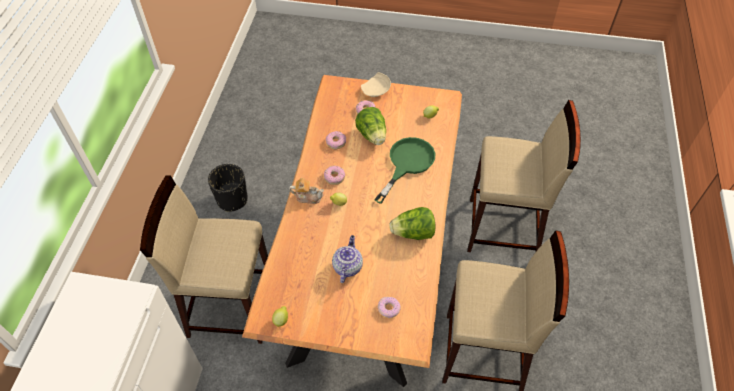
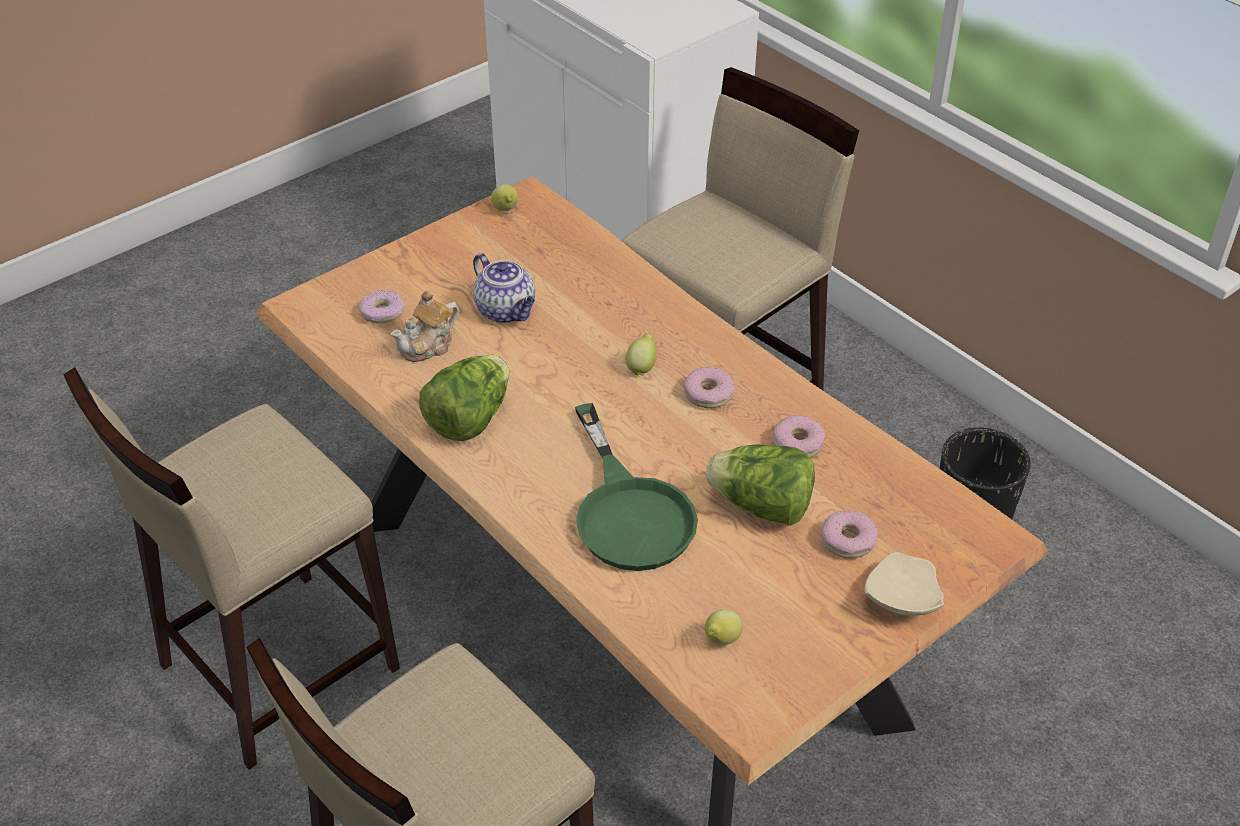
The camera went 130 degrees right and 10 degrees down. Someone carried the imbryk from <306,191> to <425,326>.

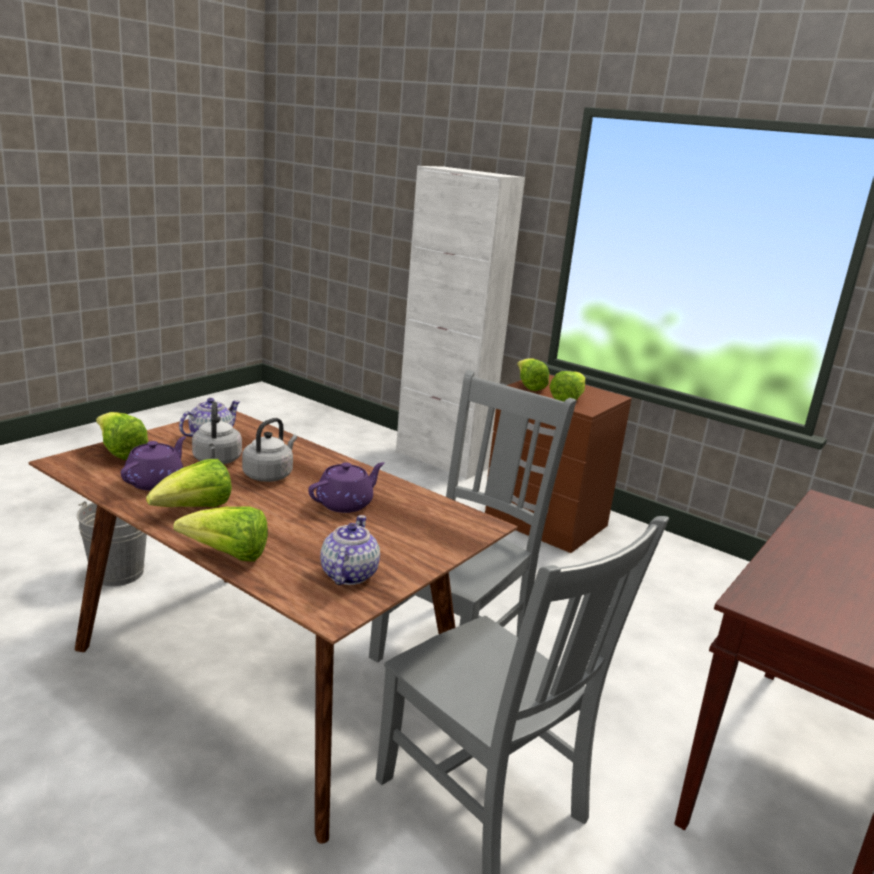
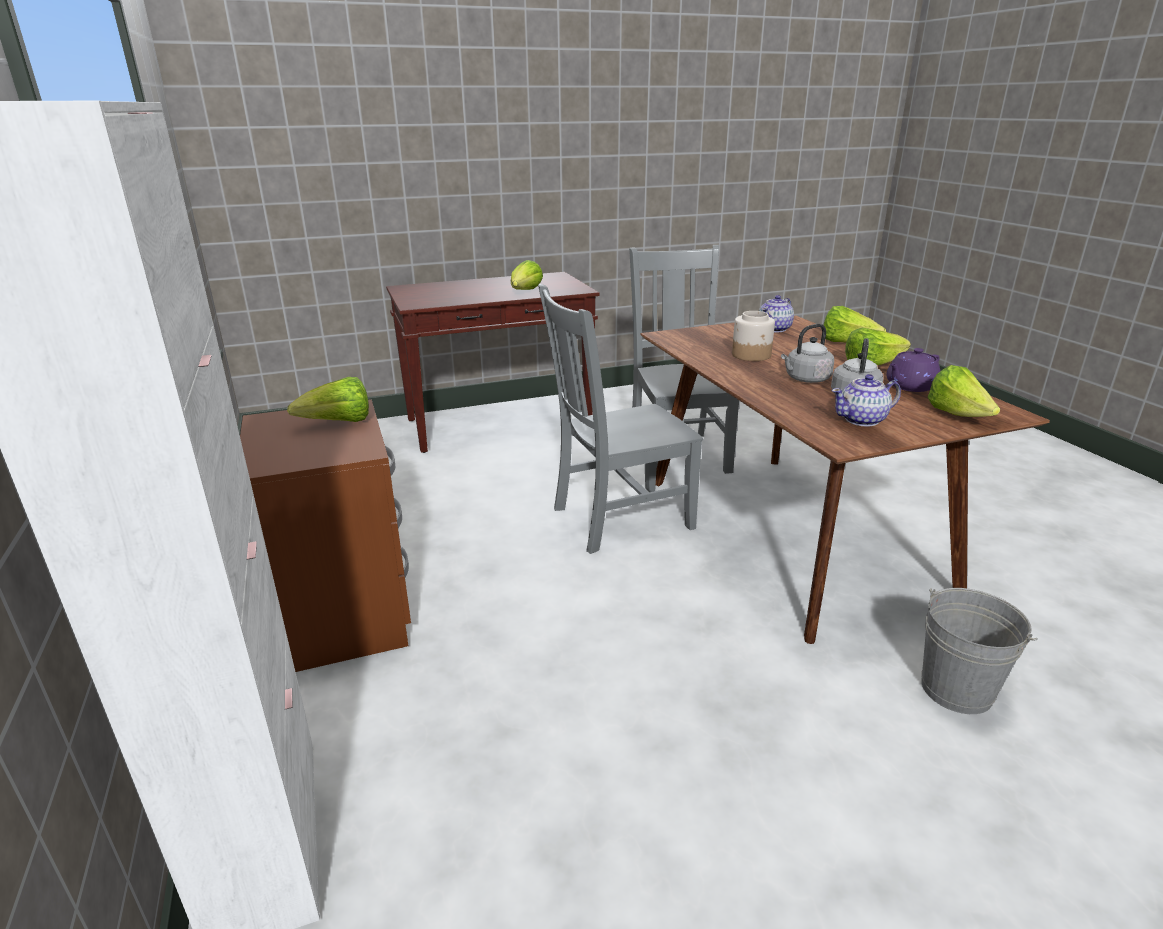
The camera went 145 degrees left and 5 degrees up. Someone carried the sałata from <533,374> to <527,275>. Someone swapped the imbryk (fioletowy) at <346,487> for the słoik at <753,336>.

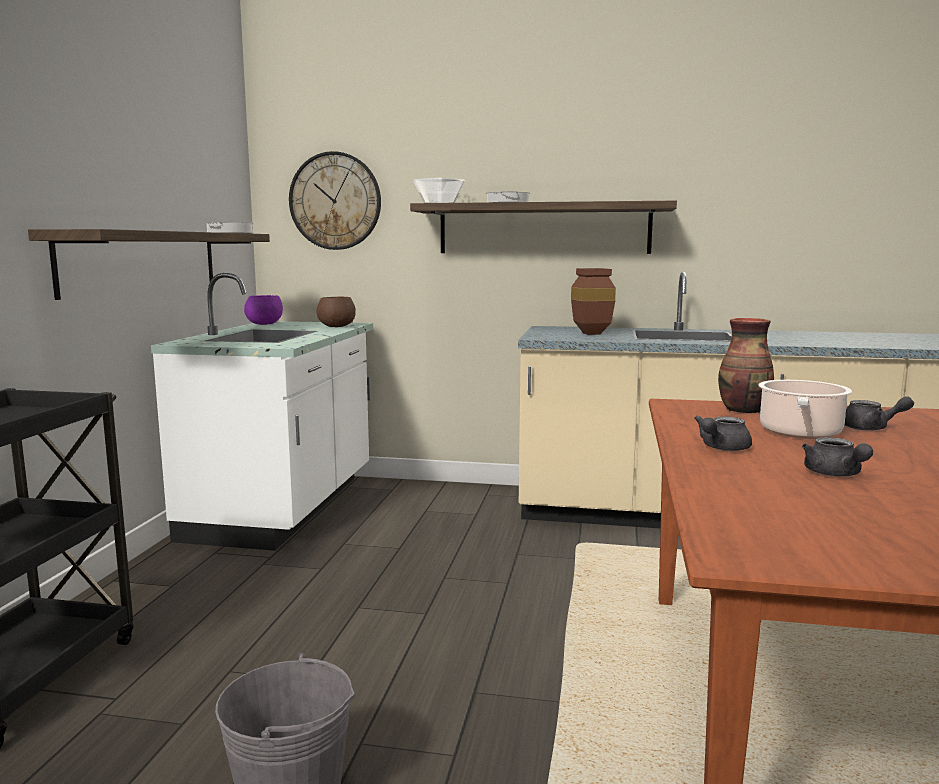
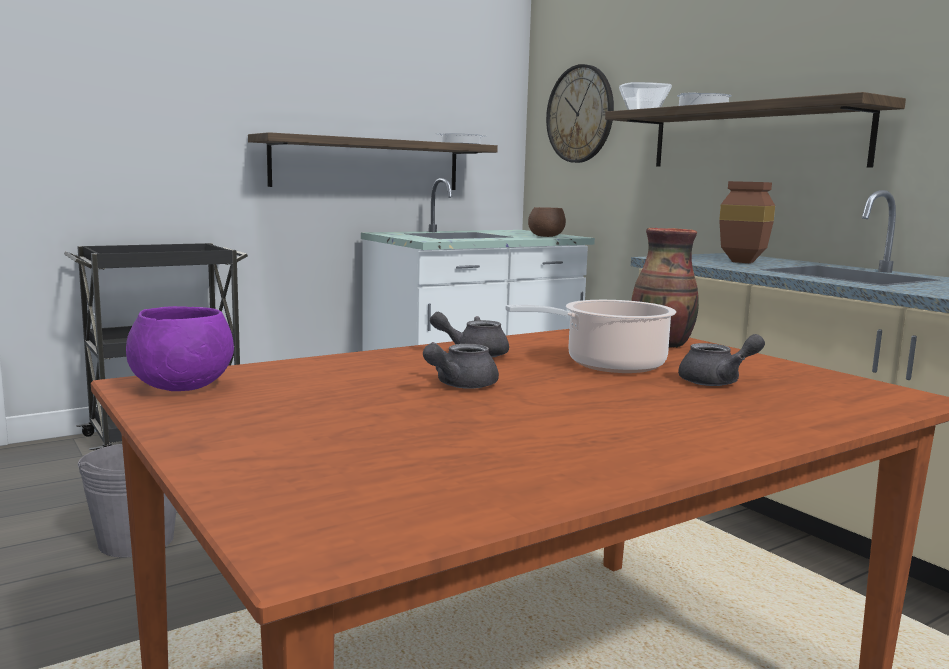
The camera went 45 degrees right and 0 degrees up. Someone carried the miska (fioletowy) from <263,310> to <180,348>. Someone rotated the imbryk (szary) at <879,413> by 75 degrees counterclockwise.

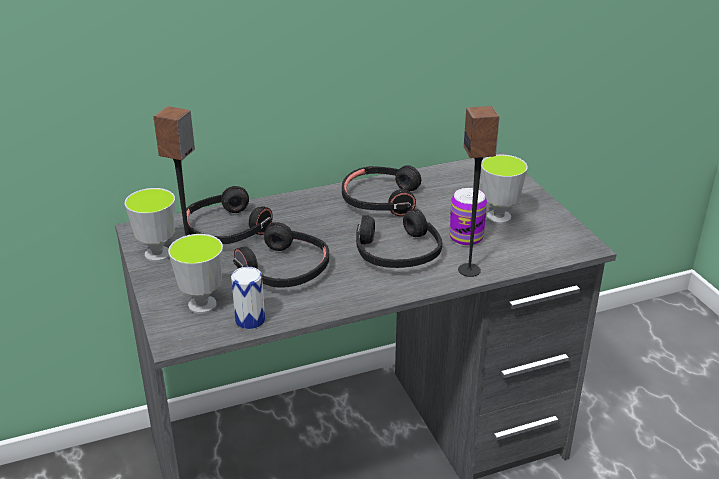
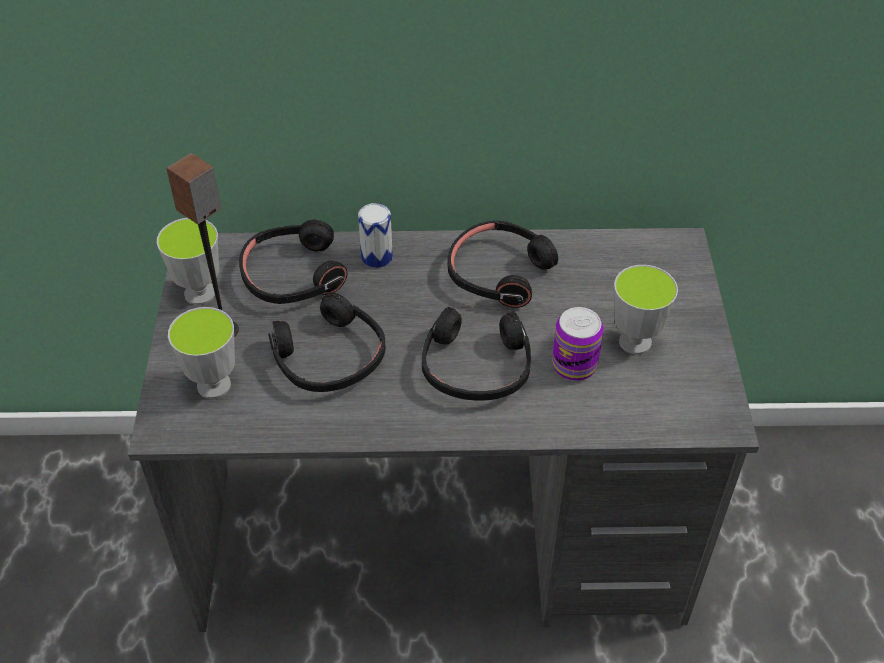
The camera went 20 degrees right and 15 degrees up. Someone took away the głośnik at <479,191>. Someone carried the puszka from <248,298> to <375,235>.

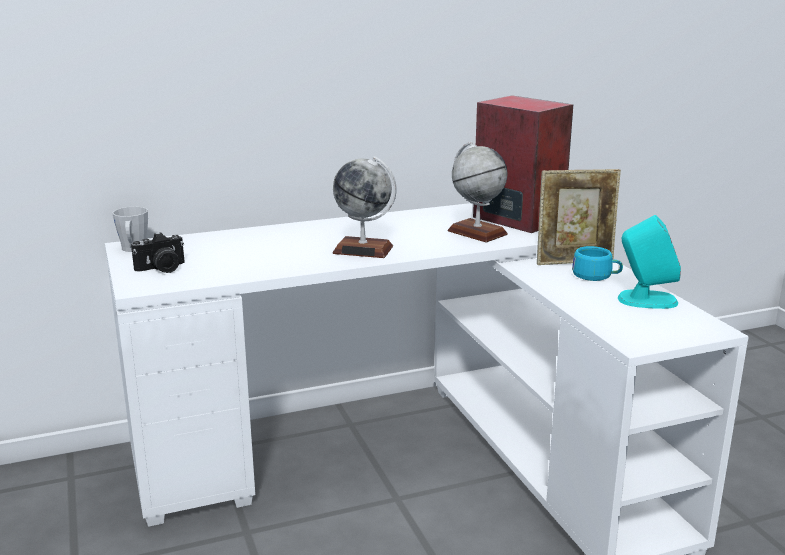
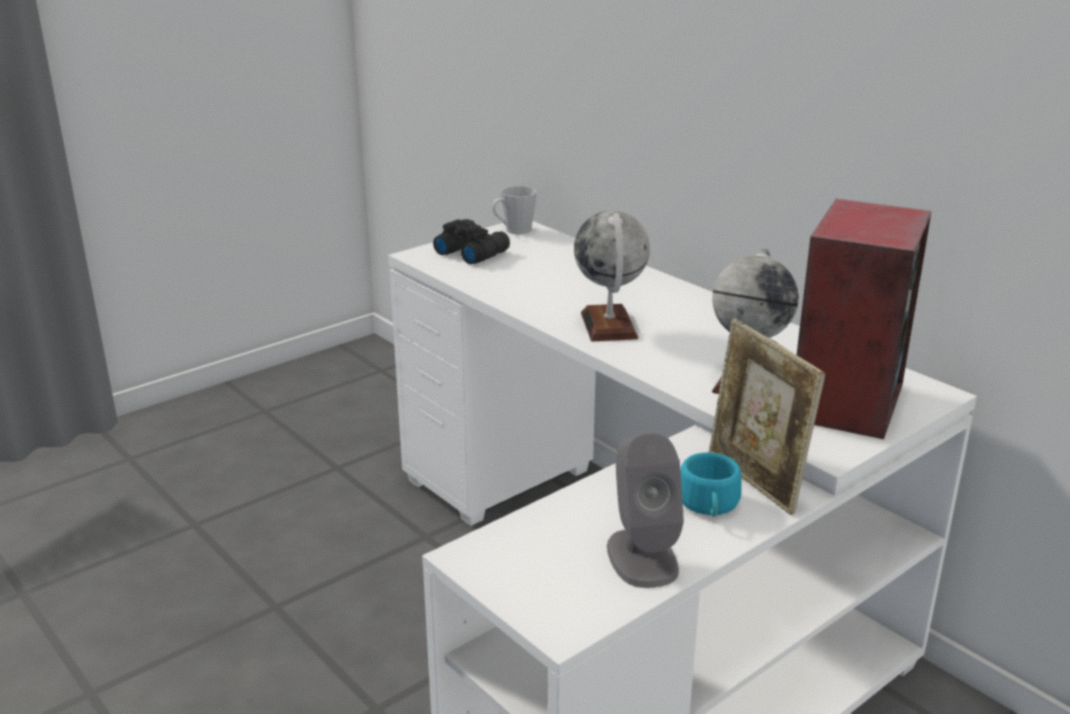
The camera went 70 degrees right and 5 degrees up. Someone swapped the aparat fotograficzny at <157,252> for the lornetka (czarny) at <471,241>. Someone repainted the głośnik (turkusowy) at <649,262>, which became the głośnik (szary) at <645,510>.

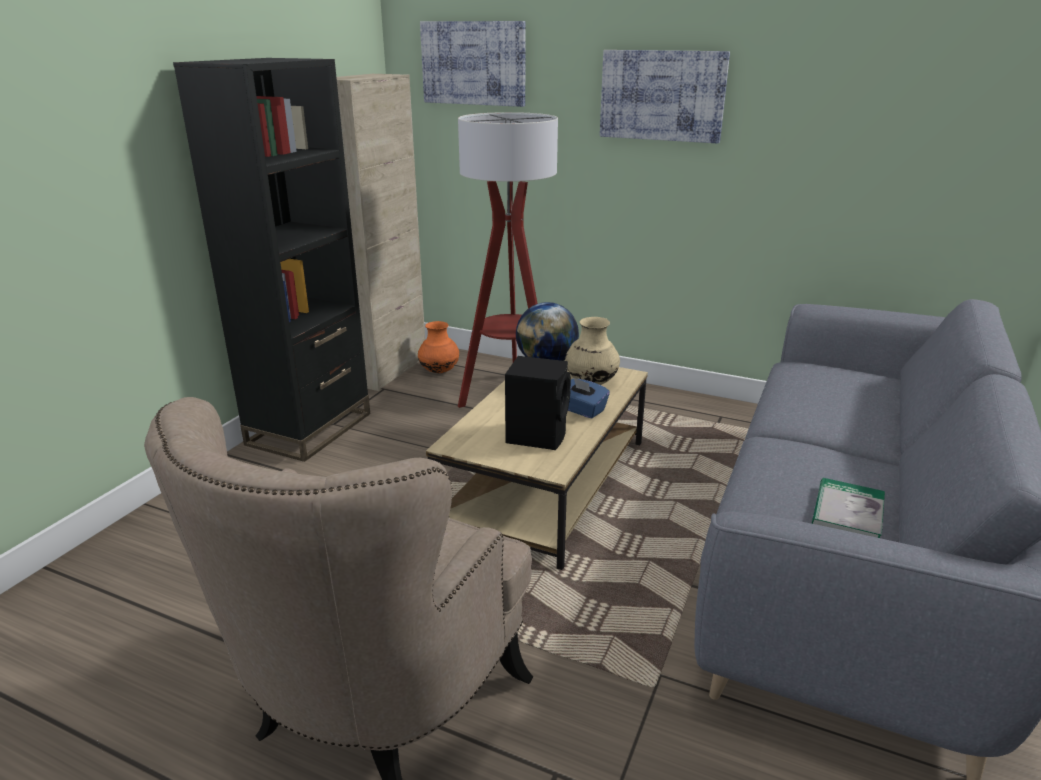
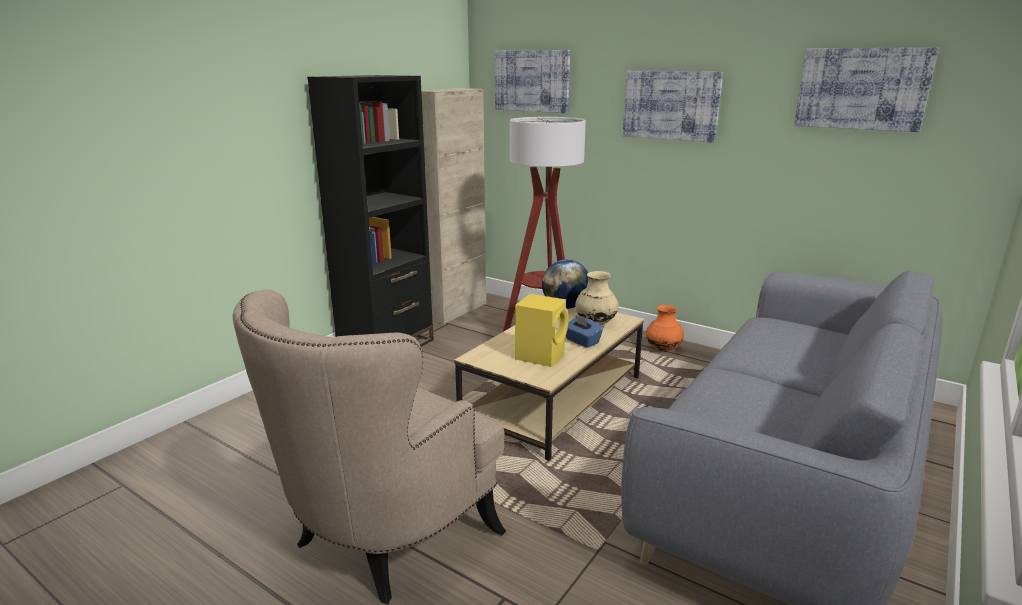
The camera went 10 degrees right and 5 degrees down. Someone took away the książka at <848,508>. Someone put up the obraz at <866,89>. Someone carried the wazon (pomarańczowy) from <438,347> to <665,328>. Someone repainted the głośnik (czarny) at <538,403>, which became the głośnik (żółty) at <541,330>.

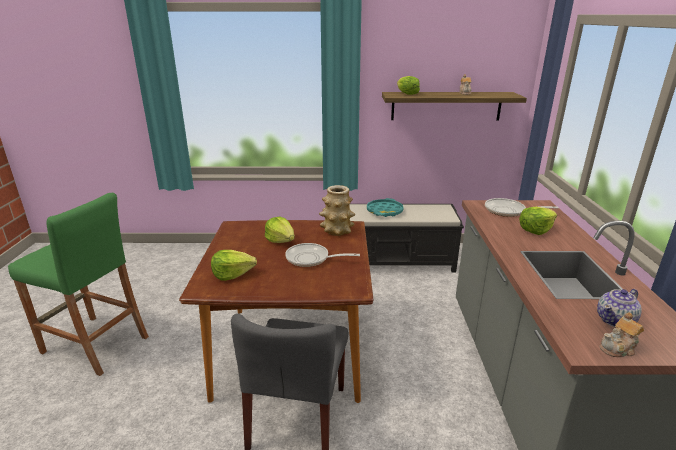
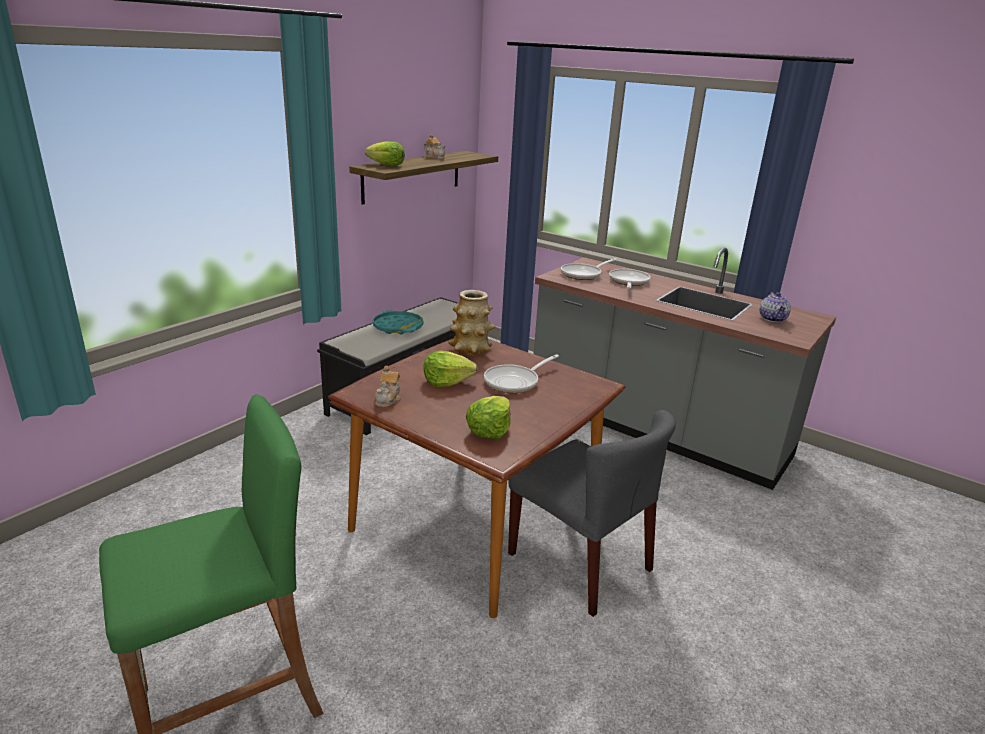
The camera went 55 degrees left and 0 degrees up. Someone carried the imbryk from <621,334> to <388,386>. Someone swapped the sałata at <538,221> for the patelnia at <630,278>.

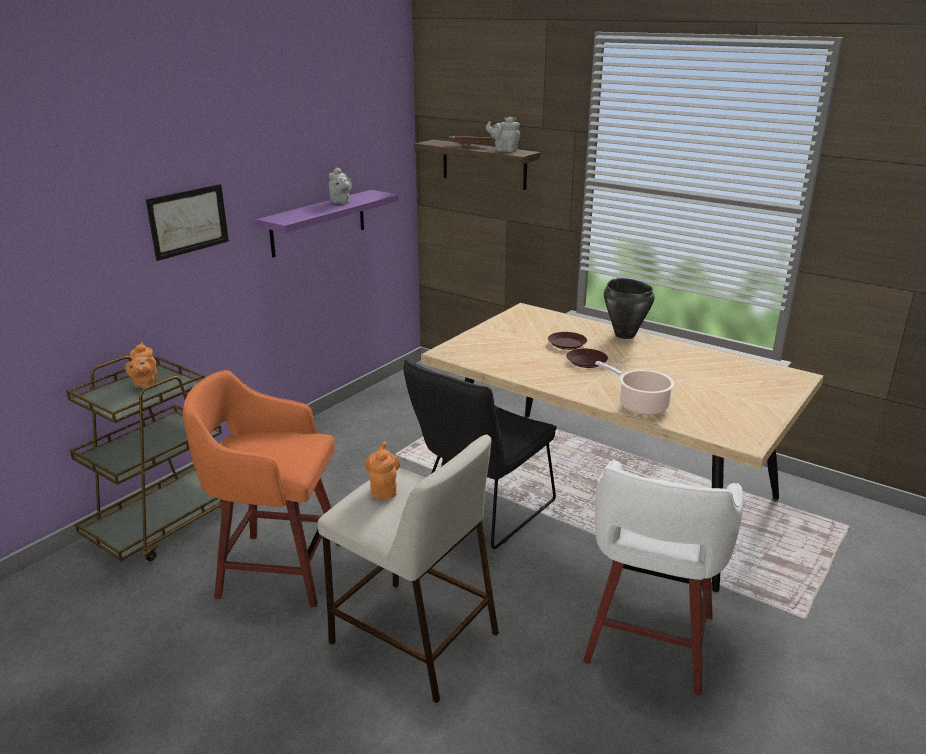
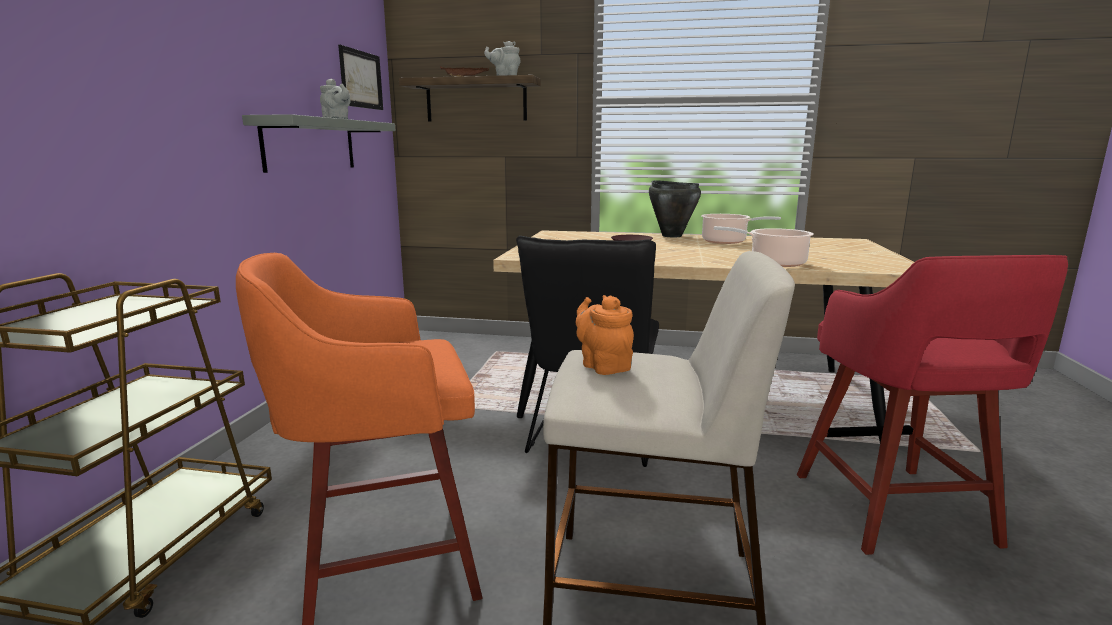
The camera went 25 degrees left and 10 degrees down. Someone took away the imbryk (pomarańczowy) at <141,365>. Someone took away the talerz (brązowy) at <587,358>. Someone put down the garnek at <741,229>. Someone carried the obraz from <187,222> to <360,77>. Someone repainted the półka (fioletowy) at <327,223>, which became the półka (szary) at <318,143>. Someone repainted the stołek (biały) at <663,577>, which became the stołek (czerwony) at <932,405>.

